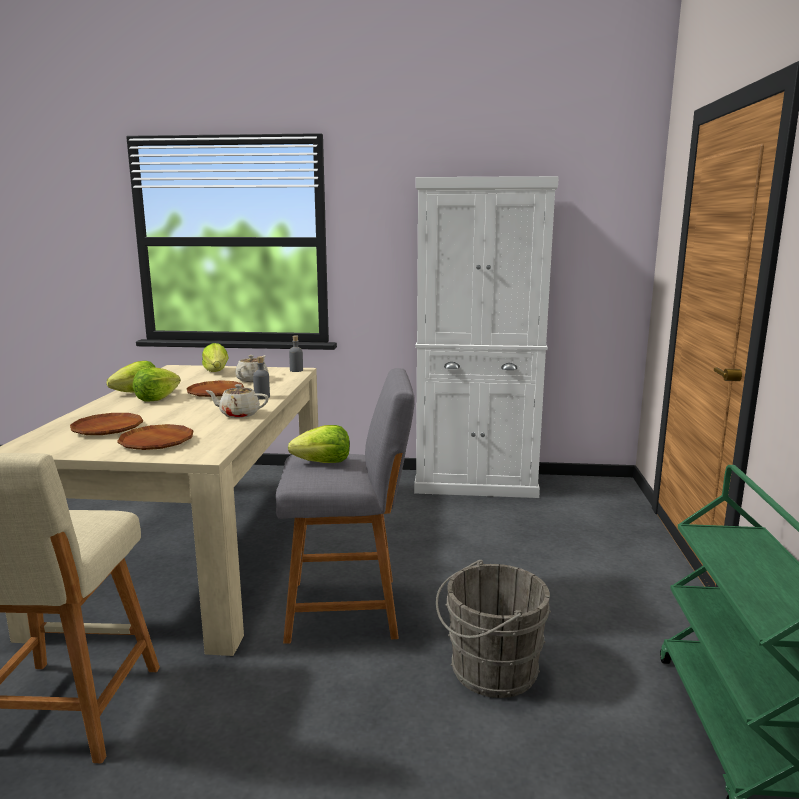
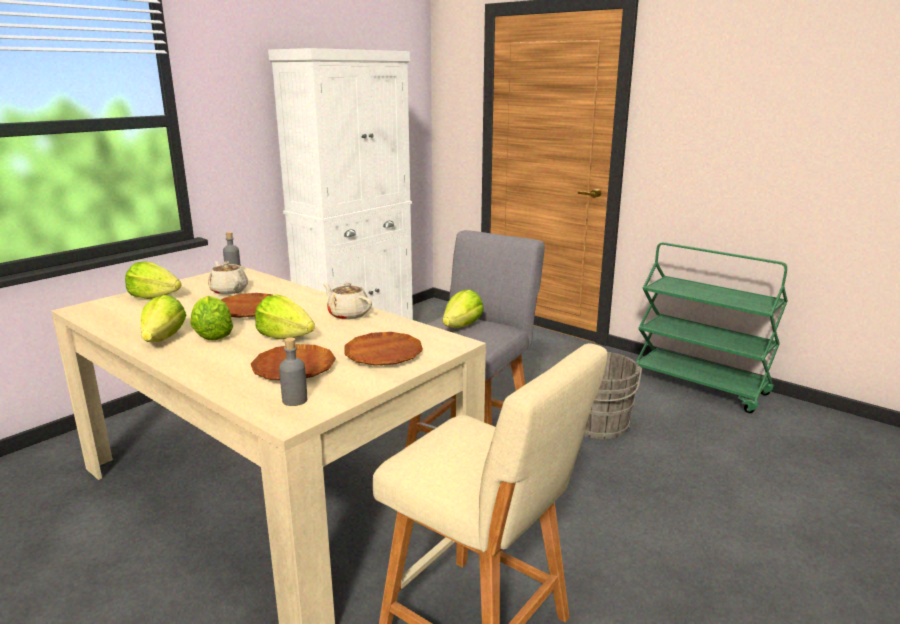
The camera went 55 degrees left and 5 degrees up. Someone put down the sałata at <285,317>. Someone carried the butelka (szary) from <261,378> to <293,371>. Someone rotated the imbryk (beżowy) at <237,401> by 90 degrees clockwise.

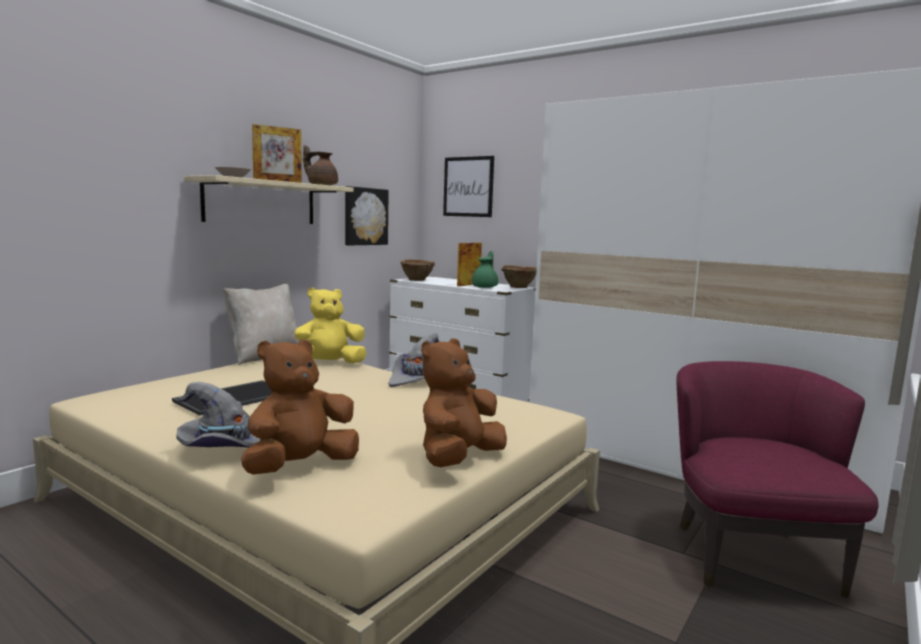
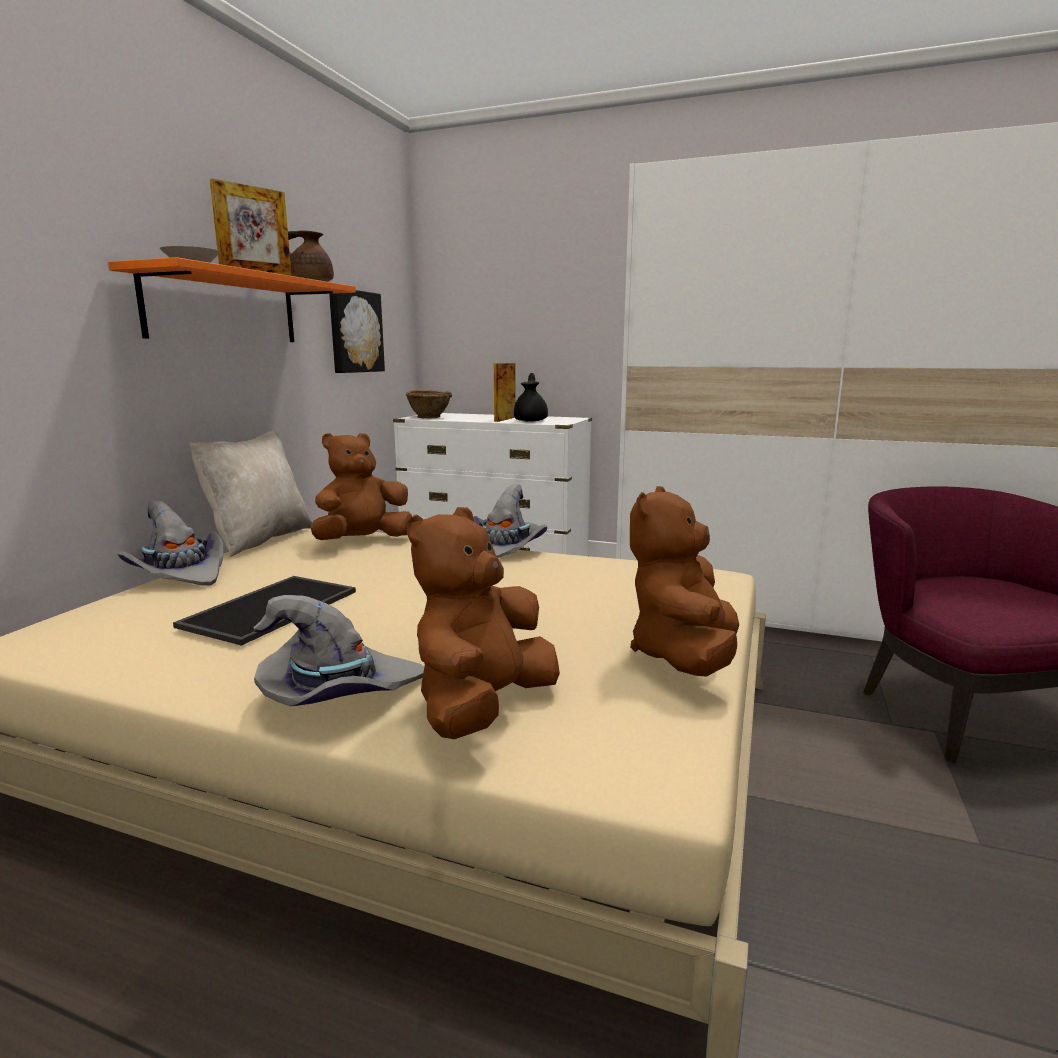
The camera went 15 degrees left and 5 degrees up. Someone took away the obraz at <468,186>. Someone took away the miska (brązowy) at <519,276>. Someone put down the kapelusz (szary) at <171,543>. Someone repainted the półka (beżowy) at <269,199>, which became the półka (pomarańczowy) at <232,299>. Someone repainted the pluszak (żółty) at <330,325>, which became the pluszak (brązowy) at <361,486>. Someone repainted the imbryk (zielony) at <485,269>, which became the imbryk (czarny) at <531,397>.

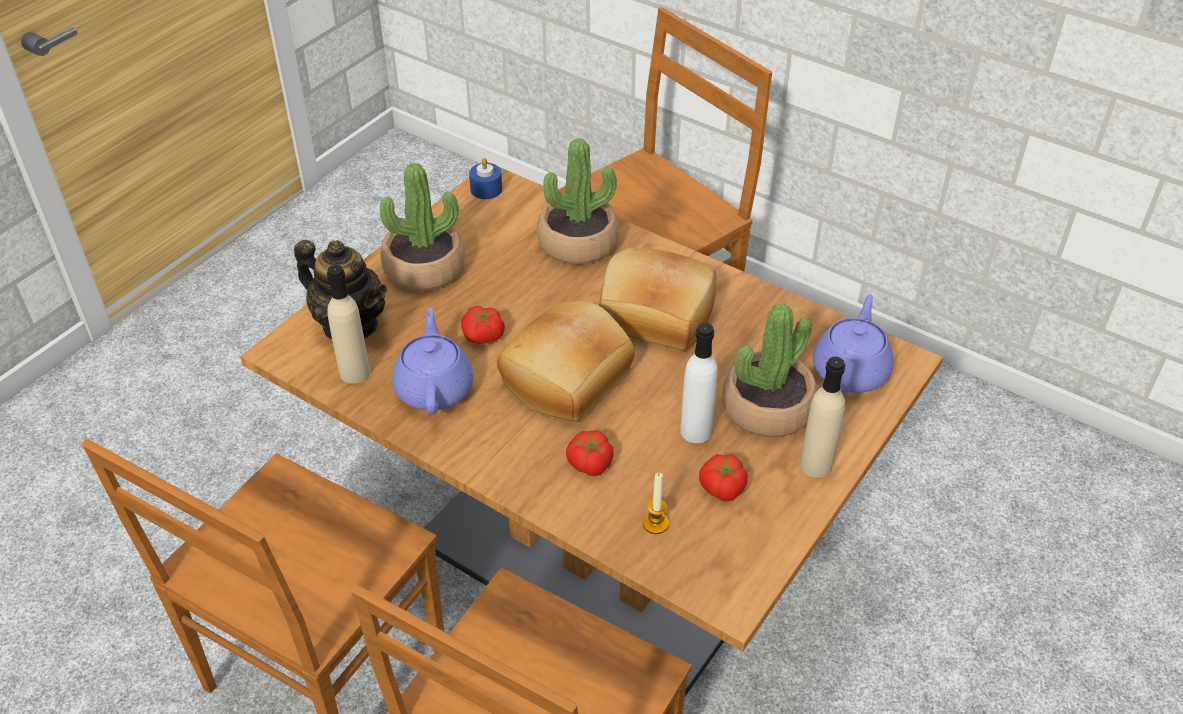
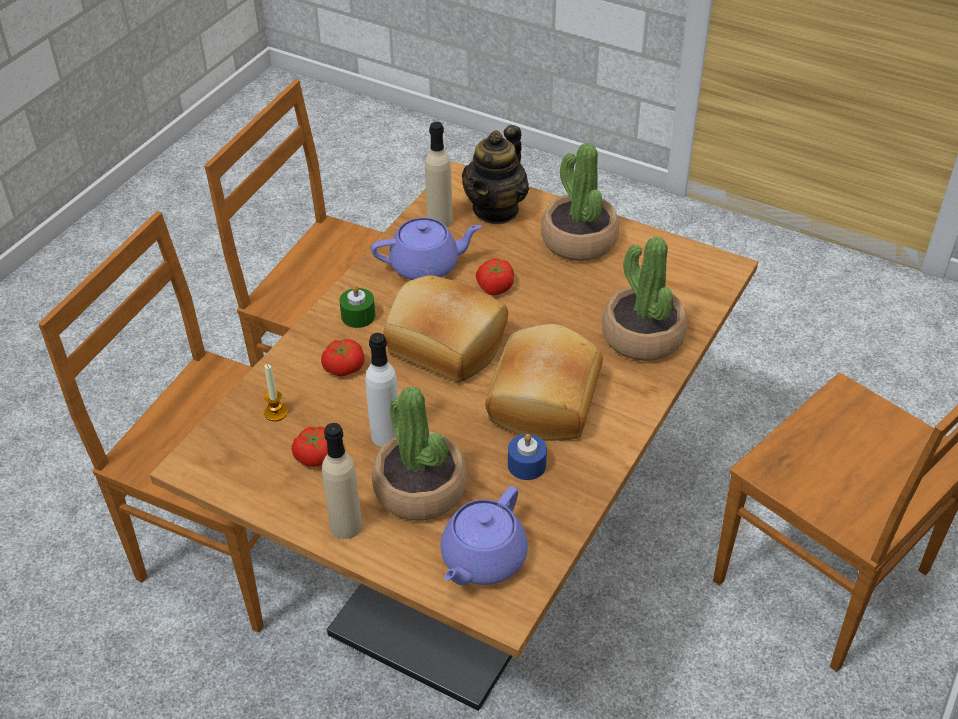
The camera went 85 degrees right and 0 degrees up. Someone put down the świeca (zielony) at <357,306>. Someone carried the świeca (niebieski) from <485,178> to <527,457>. Someone rotated the imbryk (fioletowy) at <853,344> by 105 degrees clockwise.

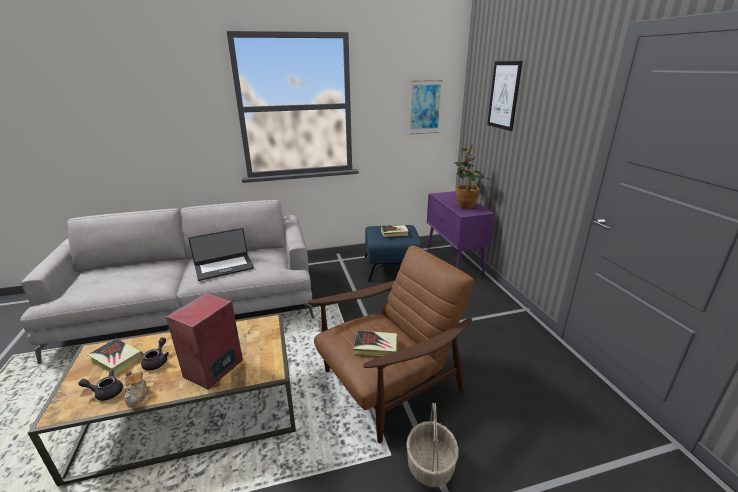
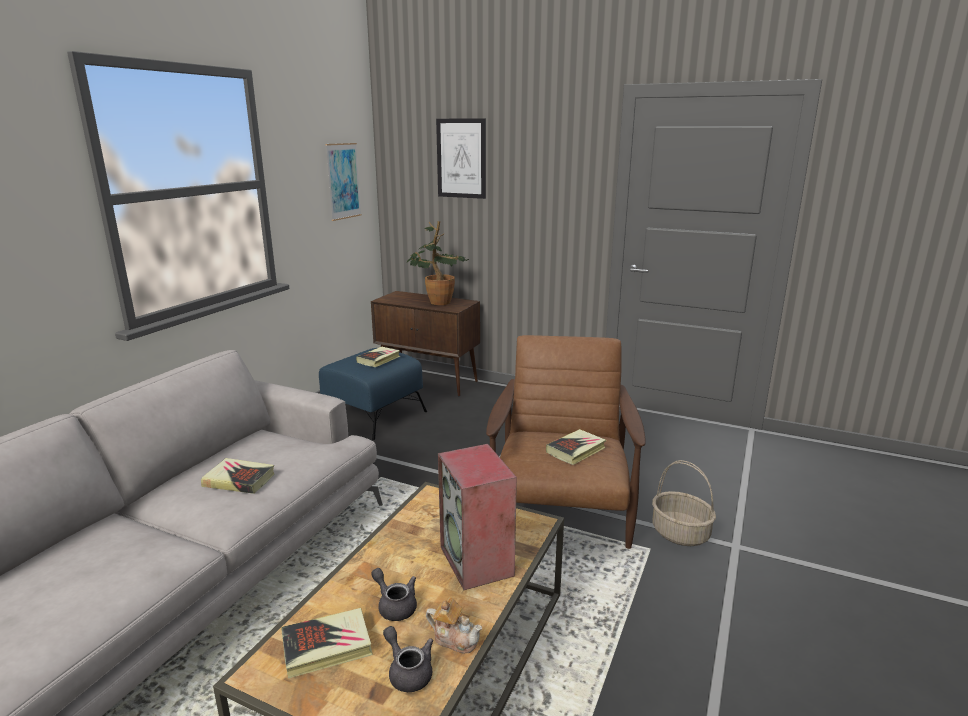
The camera went 50 degrees left and 5 degrees down. Someone swapped the laptop at <221,254> for the książka at <237,476>. Someone repainted the szafka (fioletowy) at <461,232>, which became the szafka (brązowy) at <425,343>. Someone rotated the imbryk (szary) at <100,385> by 105 degrees clockwise.

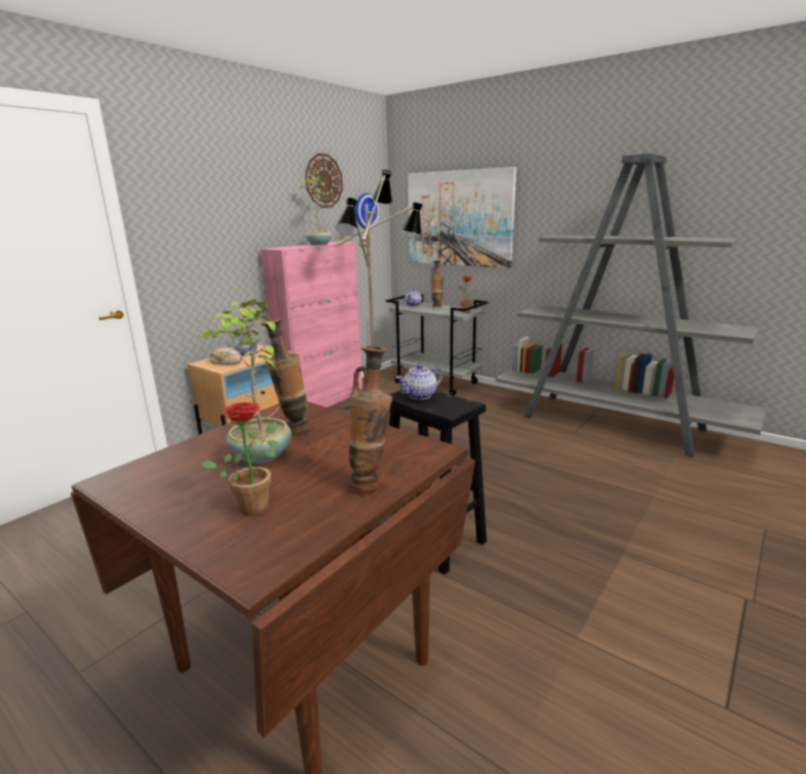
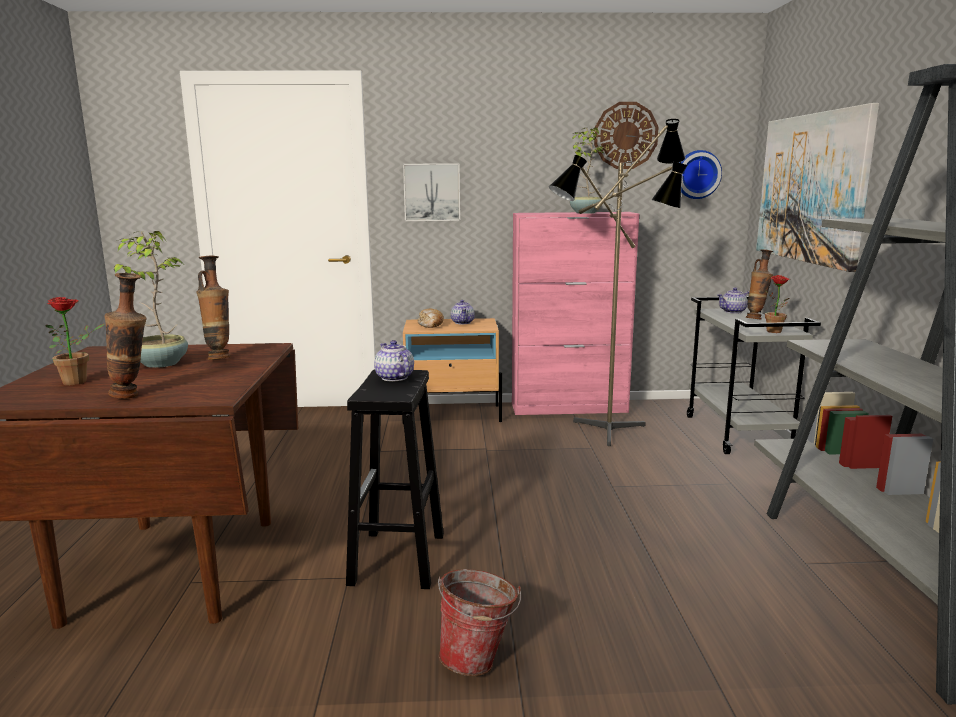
The camera went 50 degrees right and 5 degrees down. Someone put up the obraz at <431,192>. Someone put down the wiadro at <479,622>. Someone rotated the imbryk at <419,382> by 45 degrees clockwise.

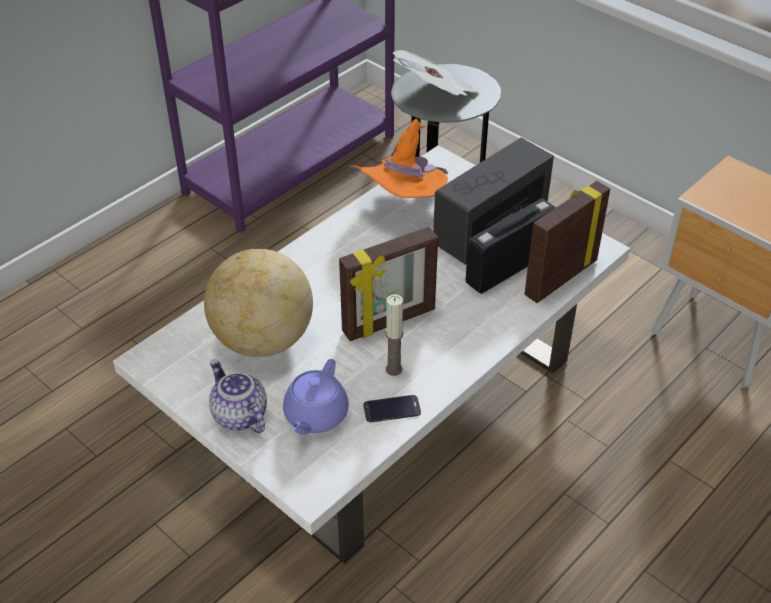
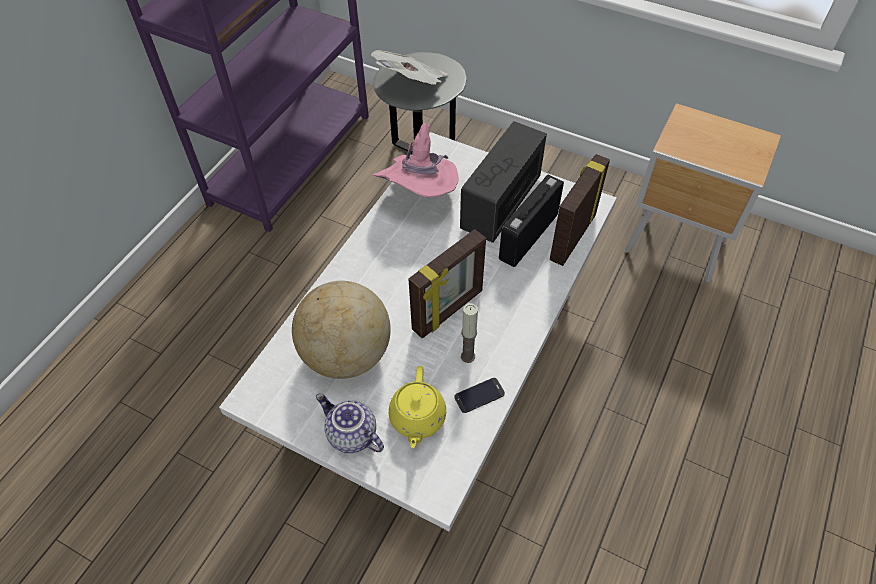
The camera went 15 degrees left and 10 degrees up. Someone repainted the imbryk (fioletowy) at <316,397>, which became the imbryk (żółty) at <417,407>. Someone repainted the kapelusz (pomarańczowy) at <398,158>, which became the kapelusz (różowy) at <416,160>.

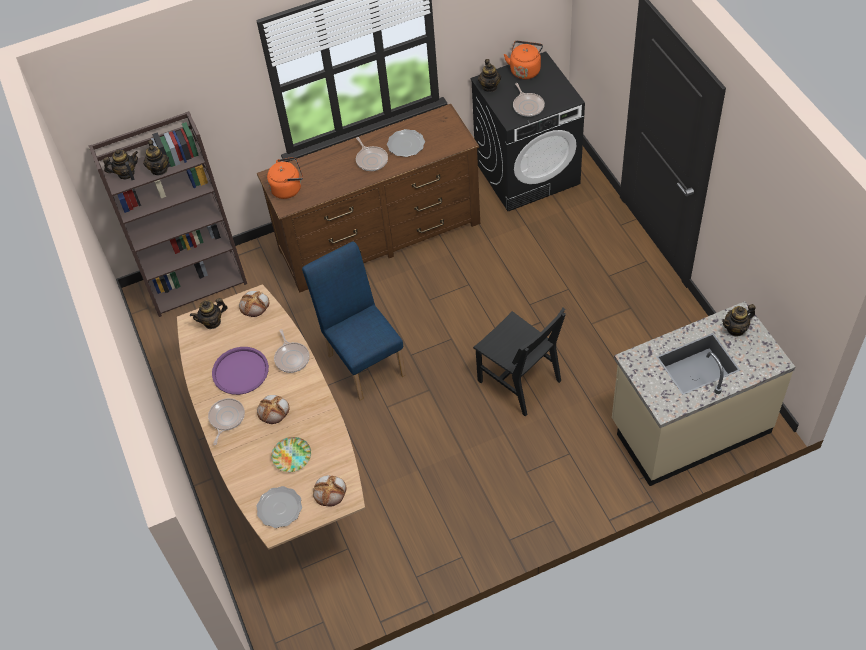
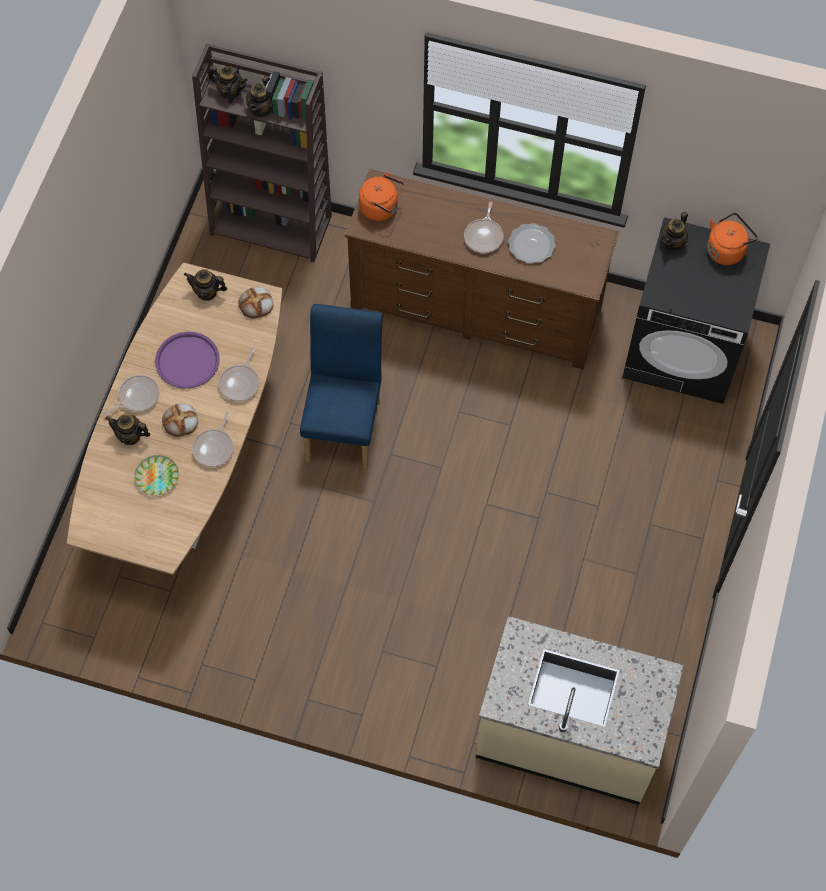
The camera went 35 degrees right and 10 degrees up. Someone took away the talerz at <279,507>. Someone took away the chleb at <330,490>. Someone took away the krzesło (czarny) at <519,362>. Someone carried the patelnia from <529,100> to <213,439>. Someone carried the imbryk from <739,320> to <128,429>.

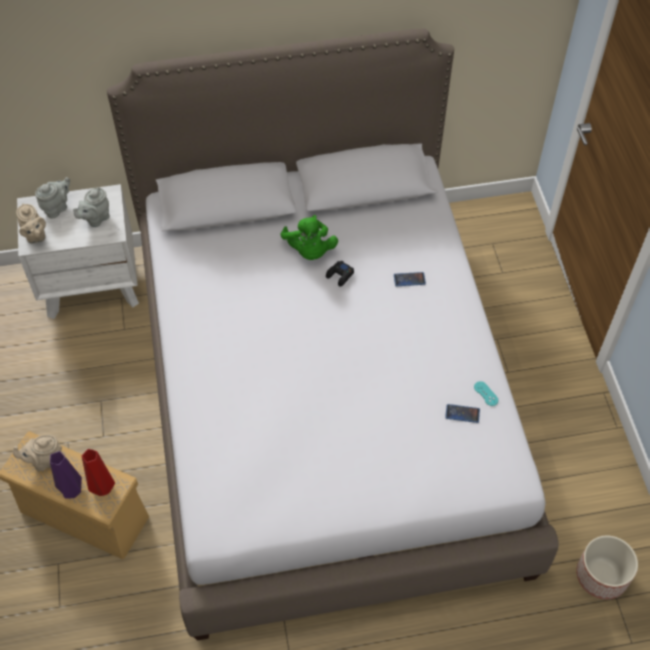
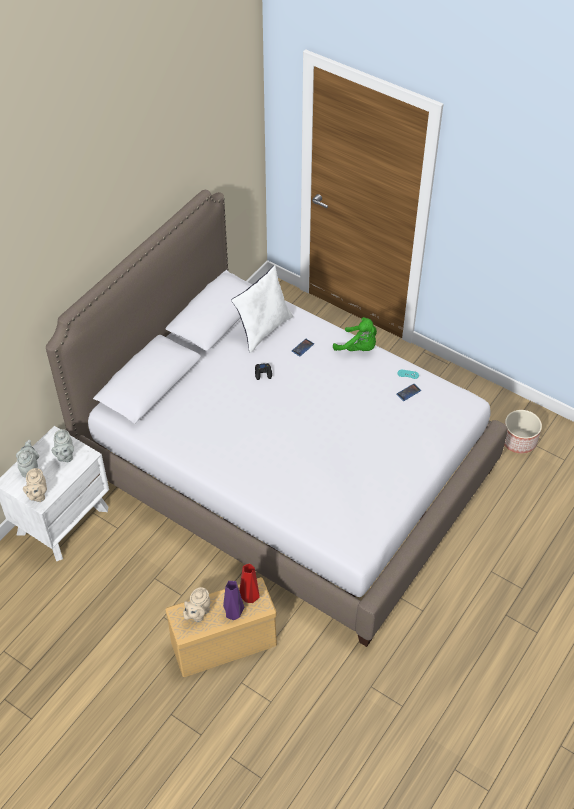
The camera went 45 degrees left and 5 degrees down. Someone put down the poduszka (biały) at <262,309>. Someone carried the pluszak (zielony) from <309,237> to <355,334>. Someone rotated the imbryk (beżowy) at <31,223> by 75 degrees clockwise.

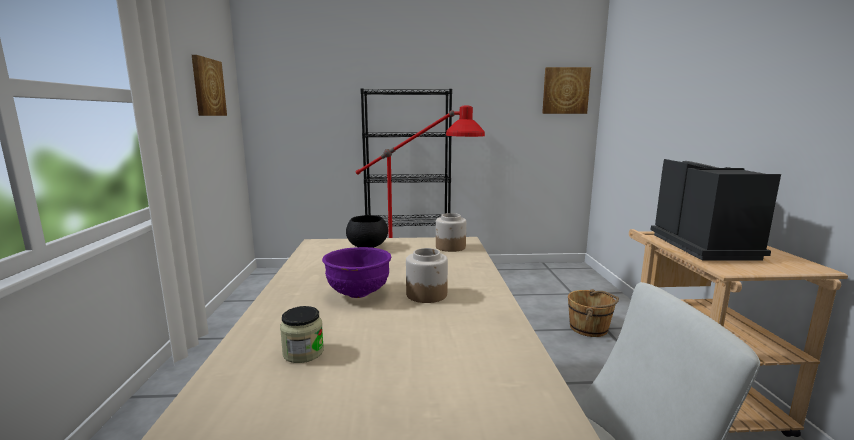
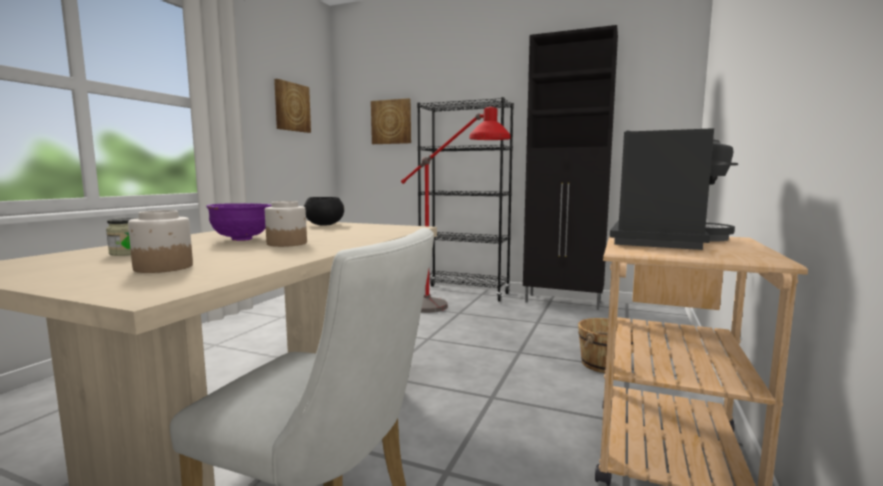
The camera went 25 degrees right and 5 degrees down. Someone put down the szafka (czarny) at <570,167>. Someone carried the słoik from <451,232> to <160,241>. Someone carried the obraz from <566,90> to <391,121>.

